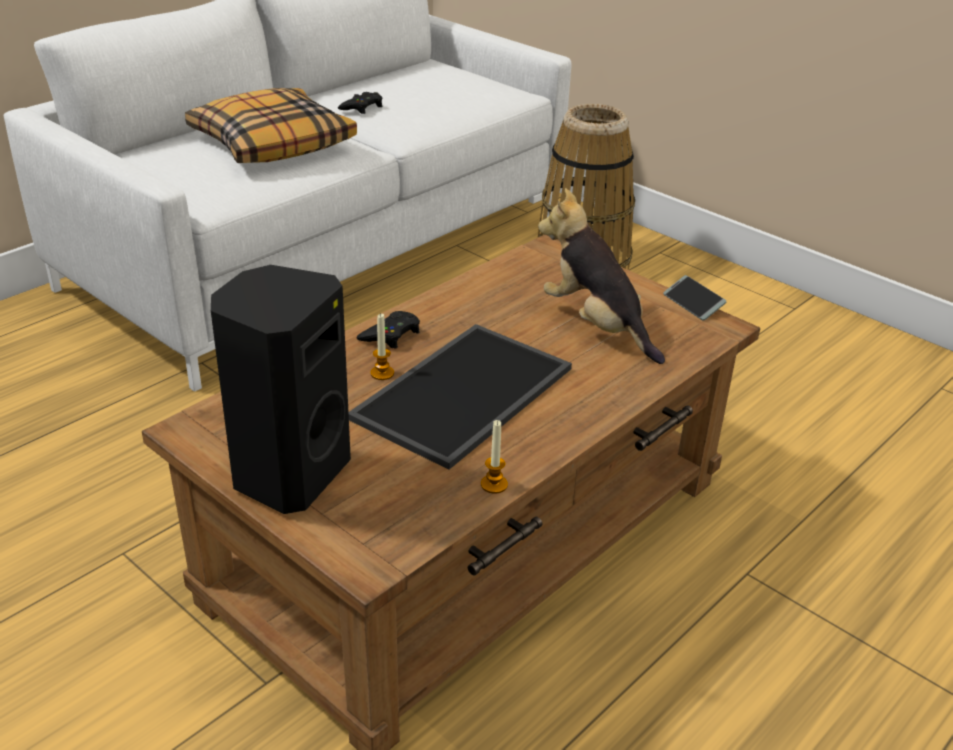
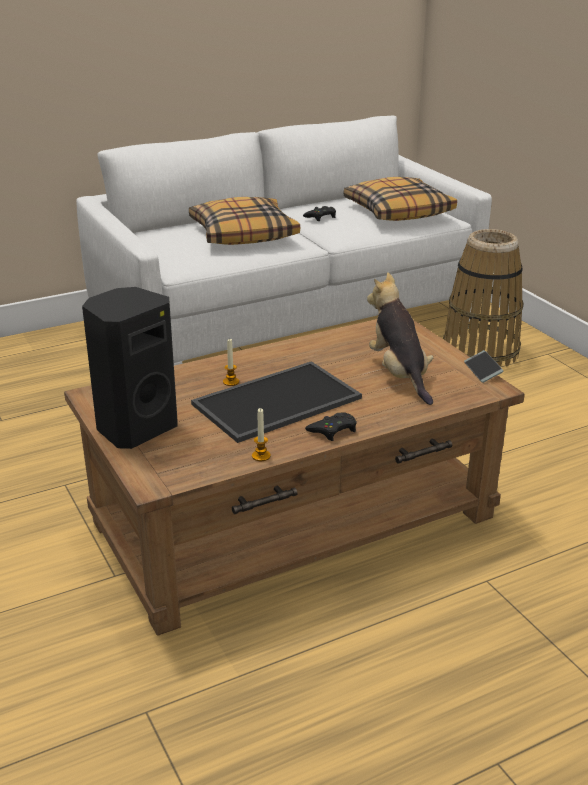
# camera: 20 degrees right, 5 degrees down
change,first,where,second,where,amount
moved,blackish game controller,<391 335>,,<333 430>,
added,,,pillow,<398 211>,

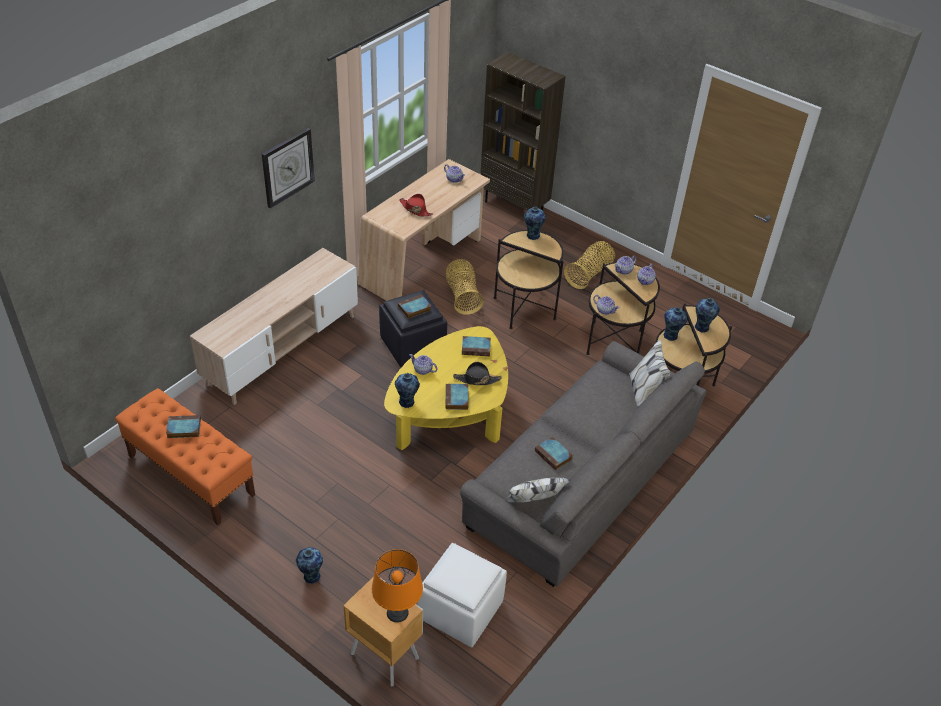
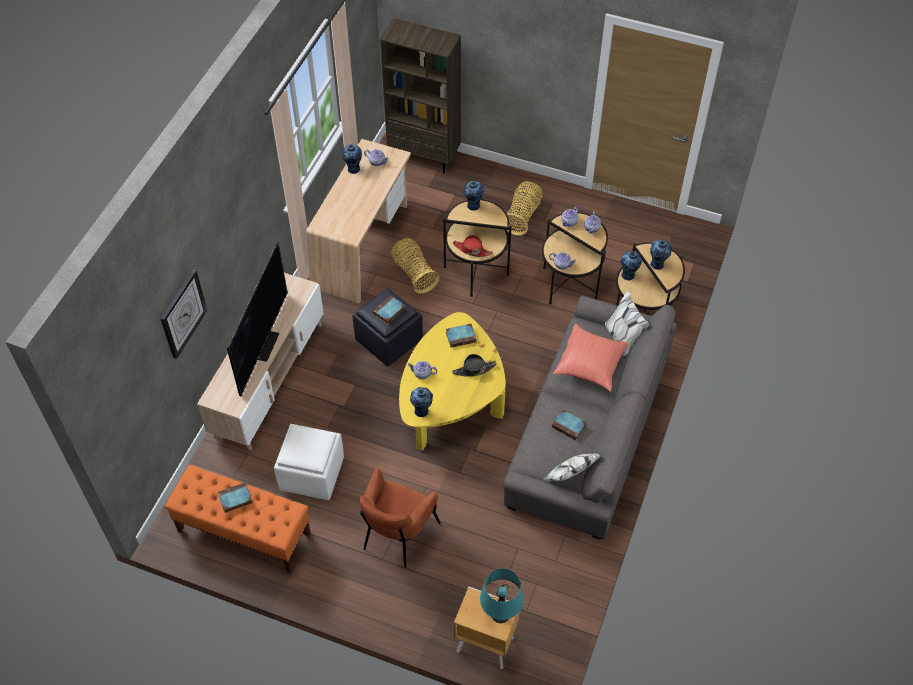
# camera: 15 degrees left, 10 degrees up
change,first,where,second,where,amount
moved,wall clock,<287 167>,,<182 313>,
added,,,TV set,<263 344>,
moved,white footrest,<459 610>,,<311 474>,
moved,decorative vase,<311 577>,,<353 169>,
added,,,brown-coloured armchair,<398 534>,
moved,reddish wearable hat,<415 209>,,<472 250>,
recoloured,orange lamp for a table,<397 612>,turquoise-coloured lamp for a table,<500 614>,
added,,,reddish pillow,<590 365>,
removed,volume,<457 399>,,,

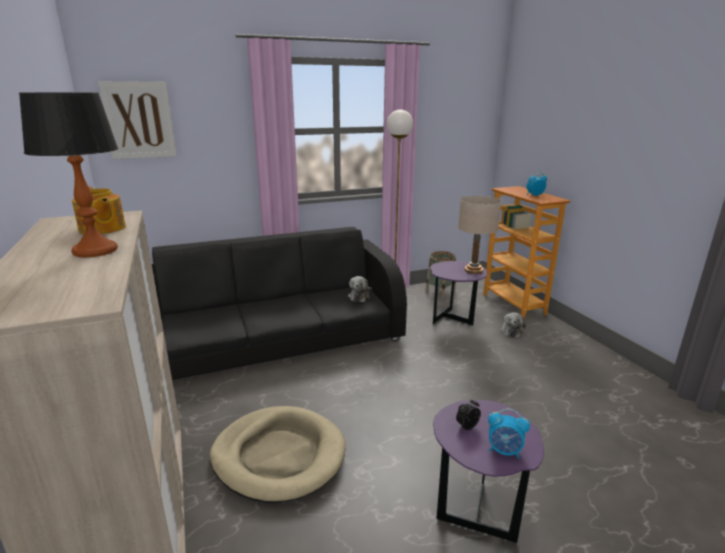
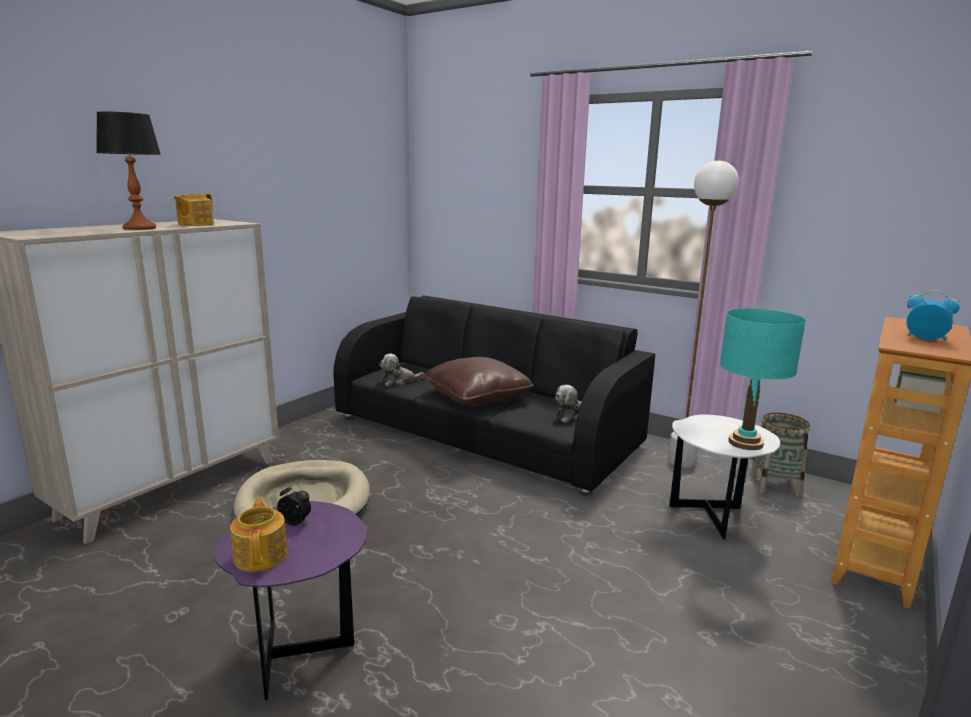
# camera: 55 degrees right, 5 degrees down
change,first,where,second,where,amount
replaced,bedside clock,<504 451>,pot for tea,<261 555>,
moved,cuddly toy,<510 331>,,<399 381>,
added,,,brown-coloured pillow,<477 397>,
recoloured,purple-coloured side table,<454 319>,white side table,<712 519>,
recoloured,sand-coloured lamp for a table,<473 270>,turquoise-coloured lamp for a table,<745 443>,
removed,wall picture,<139 120>,,,

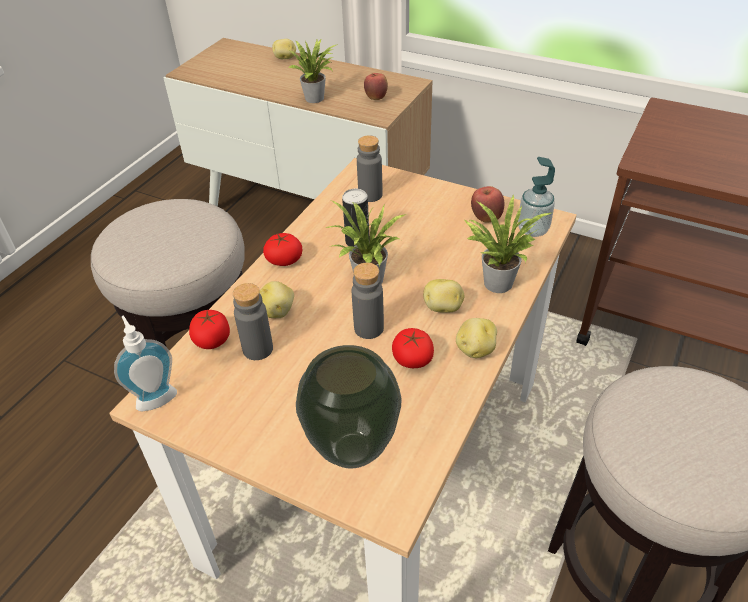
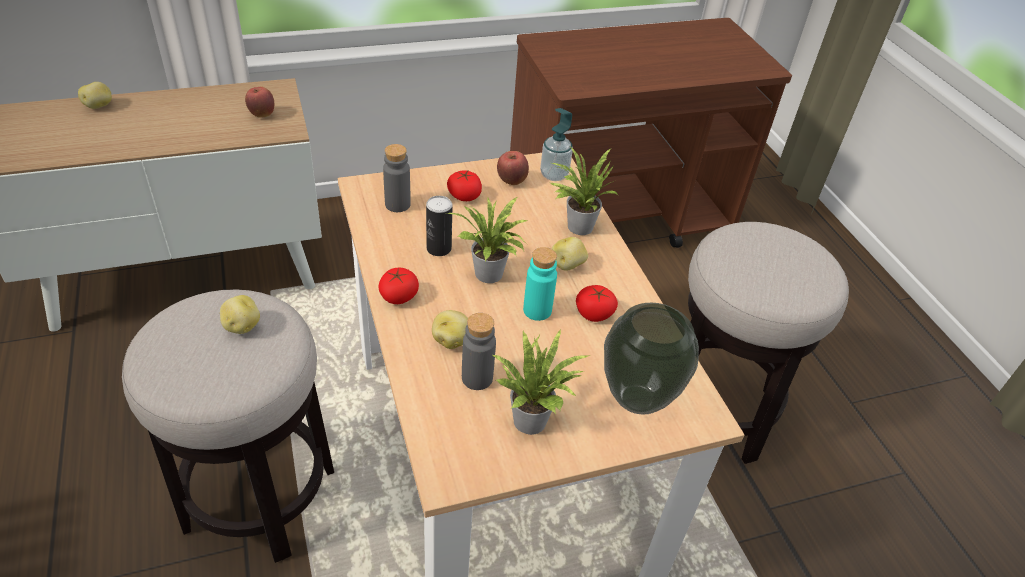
# camera: 50 degrees left, 0 degrees up
change,first,where,second,where,amount
moved,whole potato,<475 349>,,<241 326>,
moved,fresh tomato,<212 339>,,<464 196>,
moved,houseplant,<317 98>,,<533 418>,
recoloured,gray beverage bottle,<368 328>,turquoise-coloured beverage bottle,<537 310>,
removed,soap bottle,<155 396>,,,

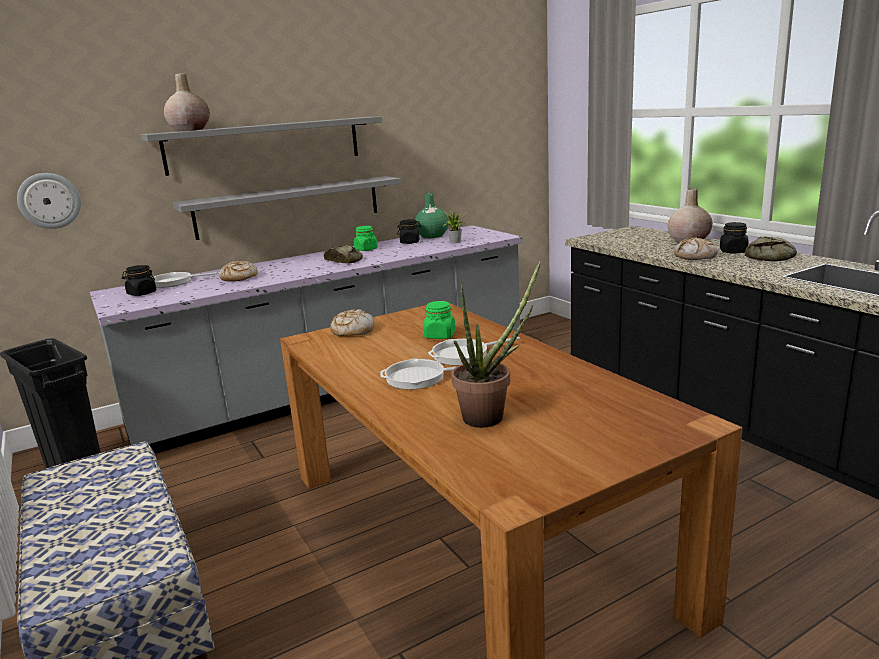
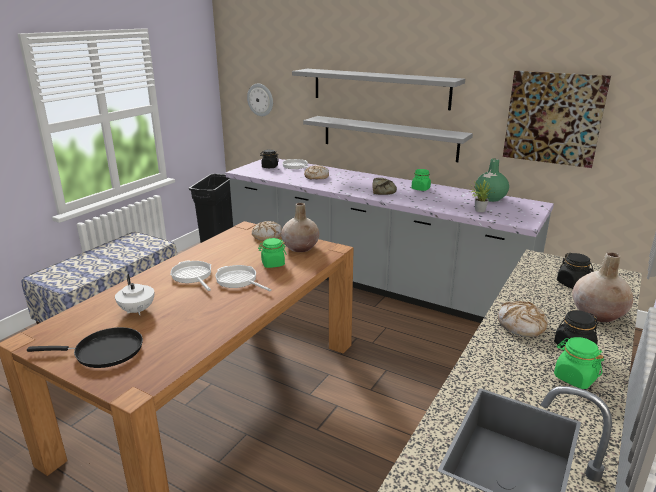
# camera: 60 degrees right, 5 degrees up
change,first,where,second,where,amount
added,,,blackish frying pan,<104 351>,
replaced,houseplant,<491 416>,white pot for tea,<137 311>,
moved,sand-coloured decorative vase,<190 130>,,<300 247>,
added,,,wall picture,<553 118>,
replaced,bread,<772 257>,greenish storage jar,<574 377>,
moved,blackish storage jar,<410 242>,,<573 284>,

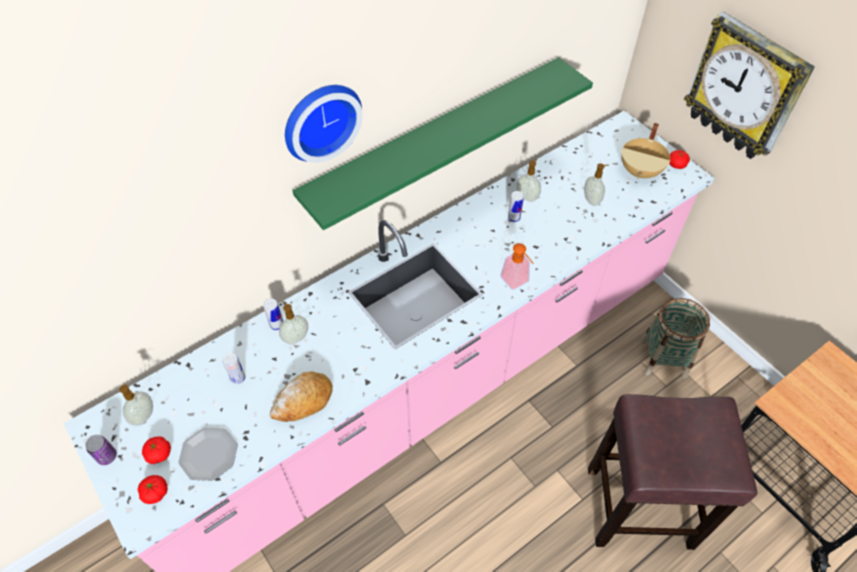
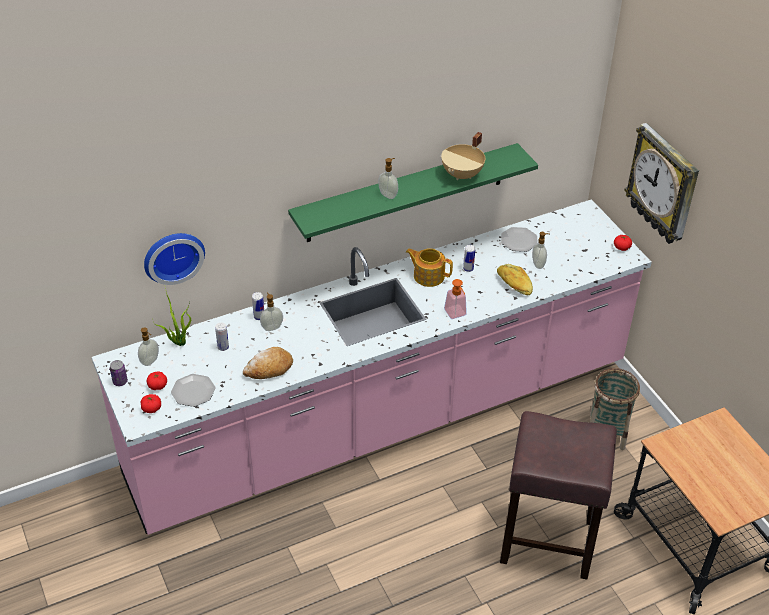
# camera: 10 degrees right, 10 degrees down
change,first,where,second,where,amount
moved,wall clock,<319 119>,,<172 255>,
added,,,houseplant,<178 342>,
moved,soap bottle,<527 197>,,<388 195>,
added,,,pot for tea,<428 275>,
moved,sand-coloured cooking pot,<641 171>,,<463 175>,
added,,,bread,<514 284>,
added,,,plate,<519 240>,

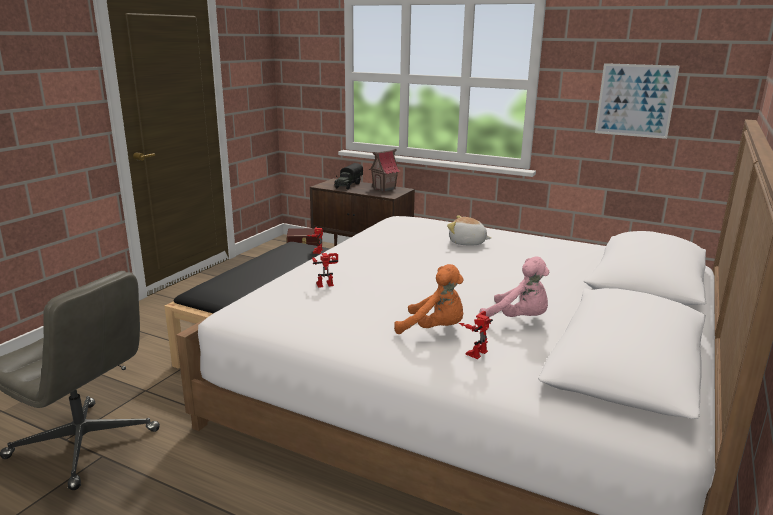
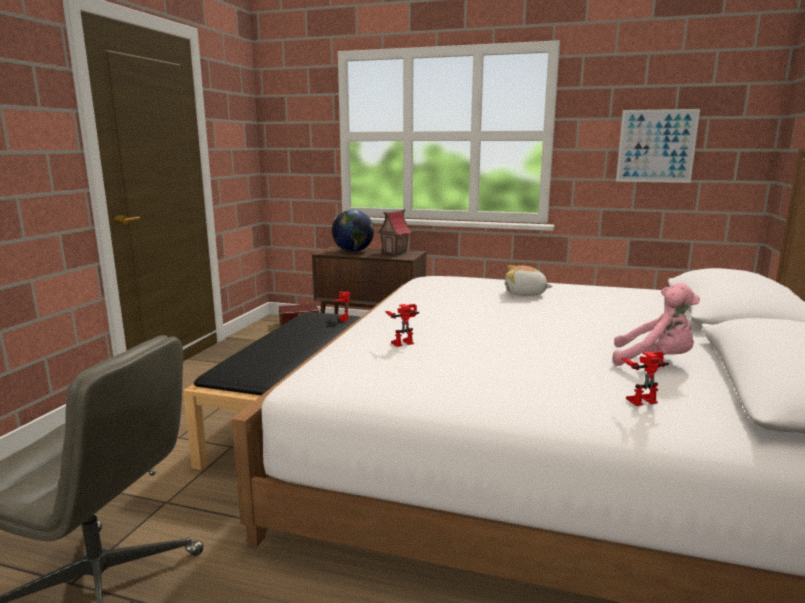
# camera: 10 degrees left, 5 degrees down
change,first,where,second,where,amount
replaced,model truck,<348 185>,globe,<353 251>,
turned,robot figure,<475 351>,,<640 399>,45 degrees clockwise
removed,orange cuddly toy,<434 329>,,,

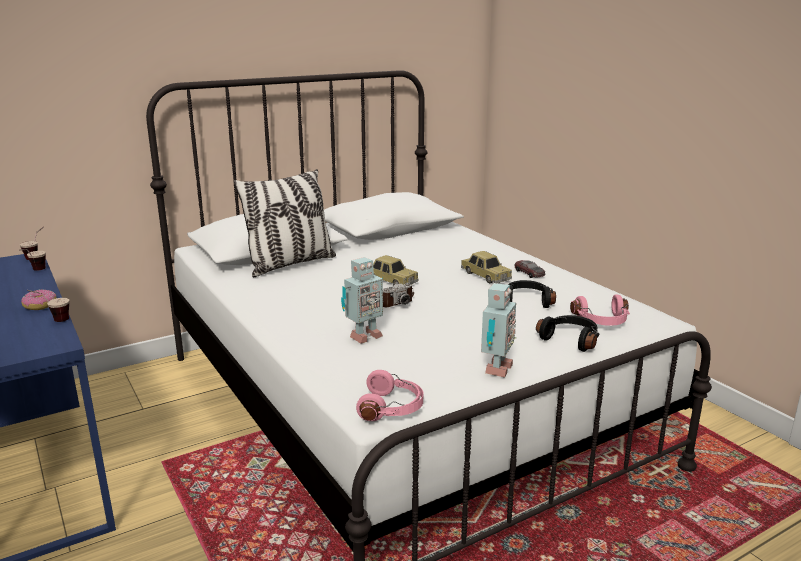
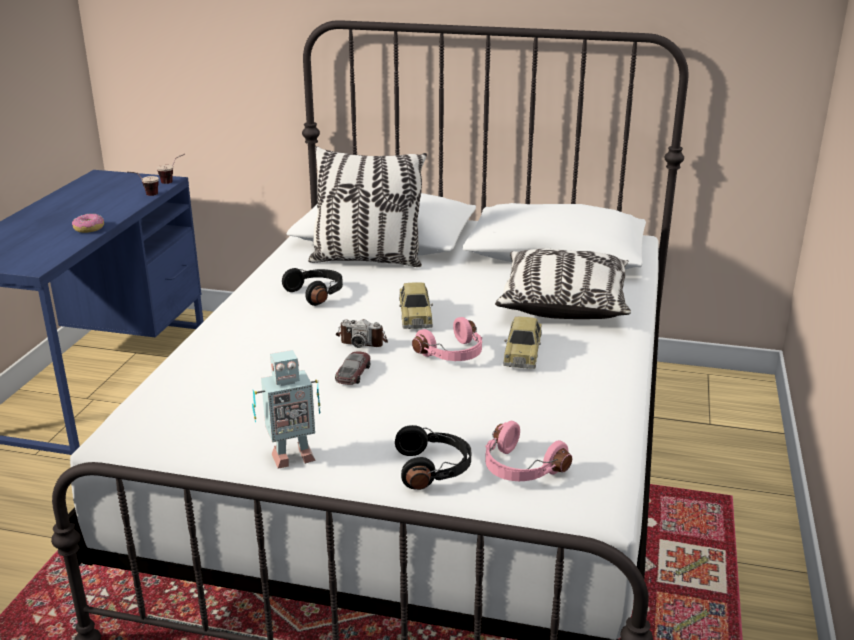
# camera: 45 degrees right, 5 degrees up
change,first,where,second,where,amount
moved,blackish headphones,<526 301>,,<317 293>,
moved,miniature car,<529 273>,,<353 373>,
moved,pink headphones,<392 408>,,<453 354>,
added,,,pillow,<563 303>,
removed,cup,<53 320>,,,
removed,robot figure,<363 336>,,,

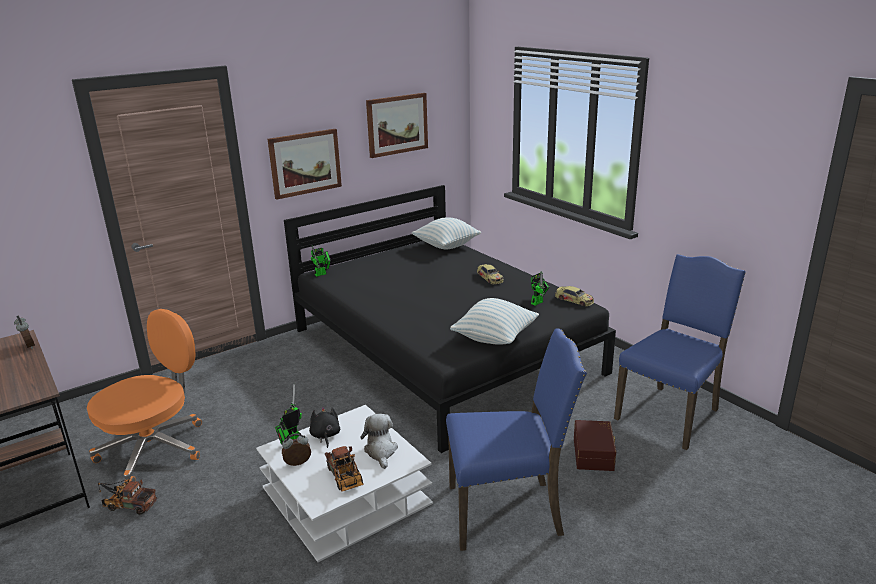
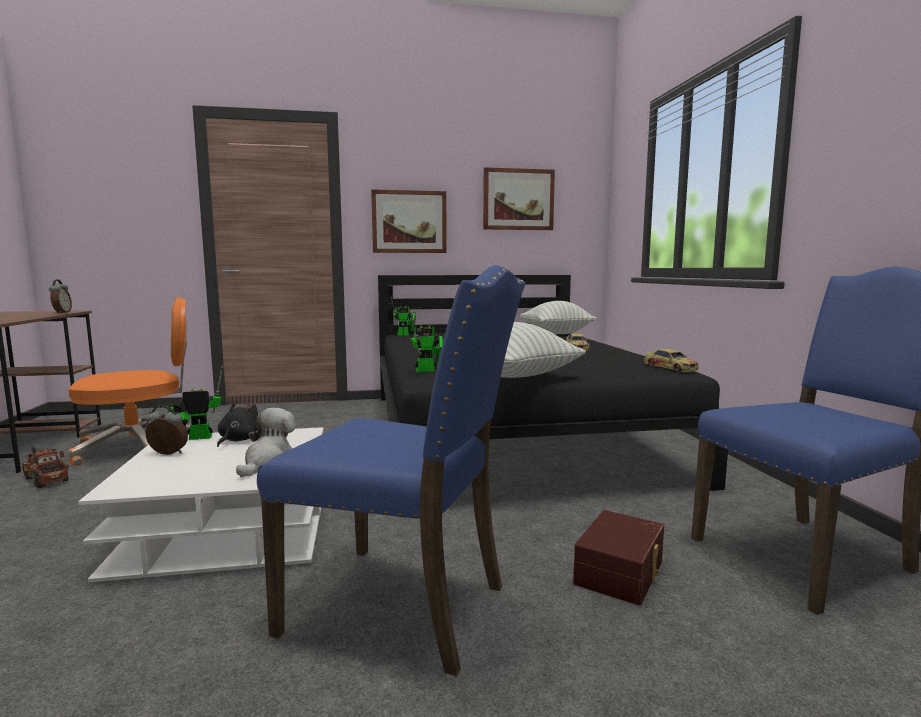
# camera: 25 degrees right, 15 degrees down
change,first,where,second,where,amount
moved,robot figure,<538 302>,,<428 370>,
removed,model truck,<345 479>,,,

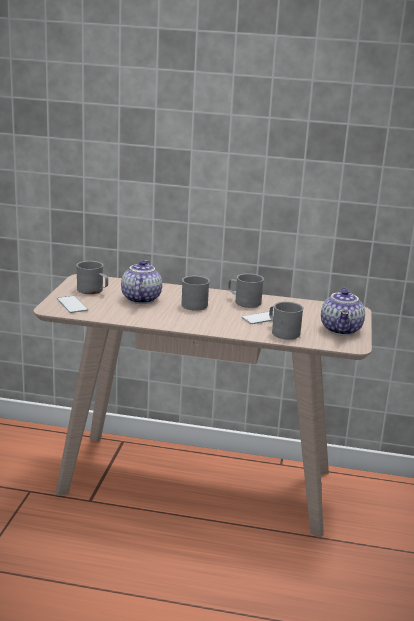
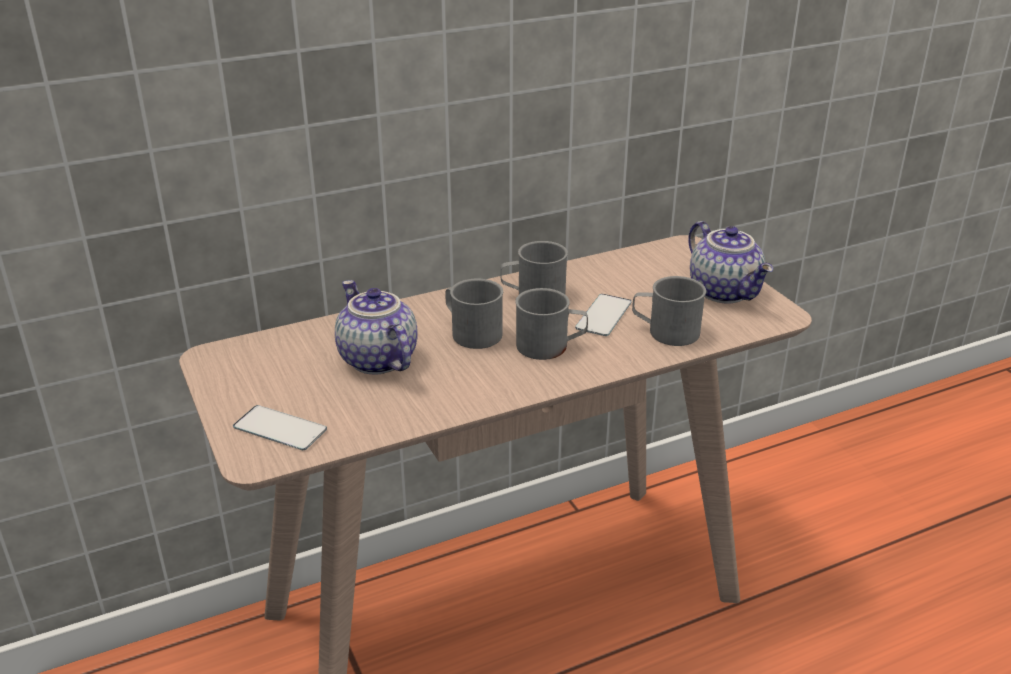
# camera: 35 degrees left, 10 degrees up
change,first,where,second,where,amount
moved,gray mug,<93 291>,,<550 346>,

